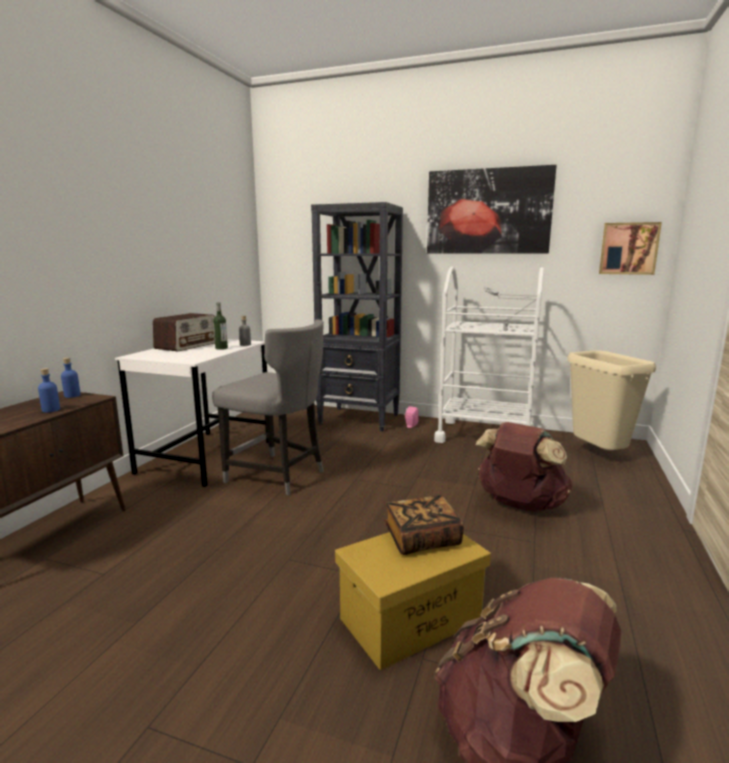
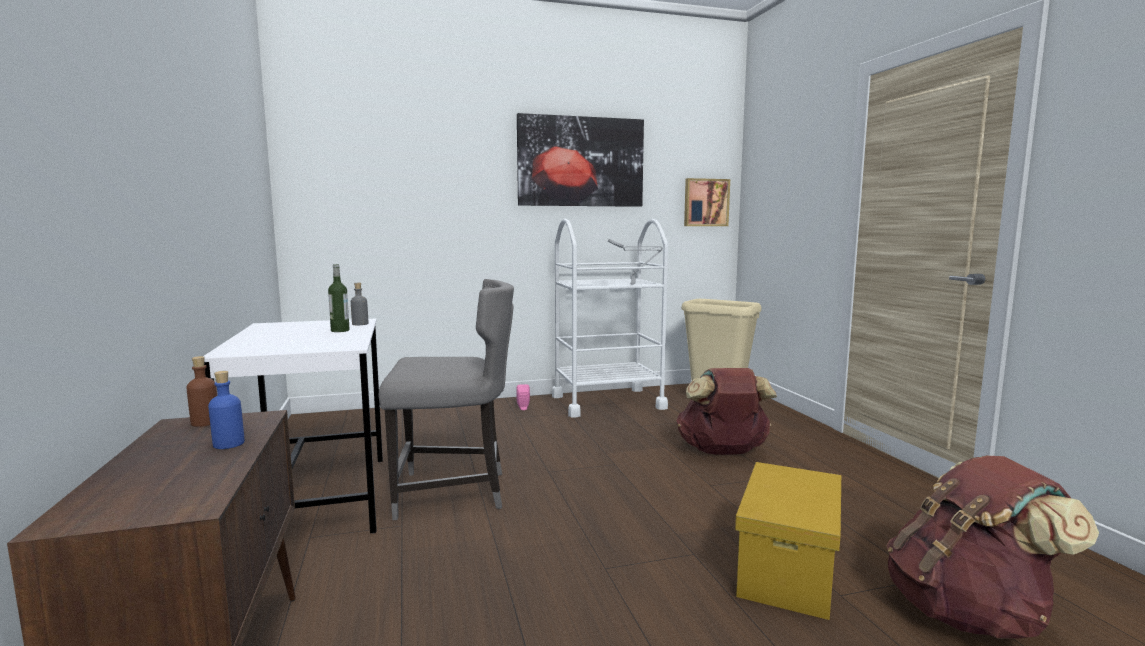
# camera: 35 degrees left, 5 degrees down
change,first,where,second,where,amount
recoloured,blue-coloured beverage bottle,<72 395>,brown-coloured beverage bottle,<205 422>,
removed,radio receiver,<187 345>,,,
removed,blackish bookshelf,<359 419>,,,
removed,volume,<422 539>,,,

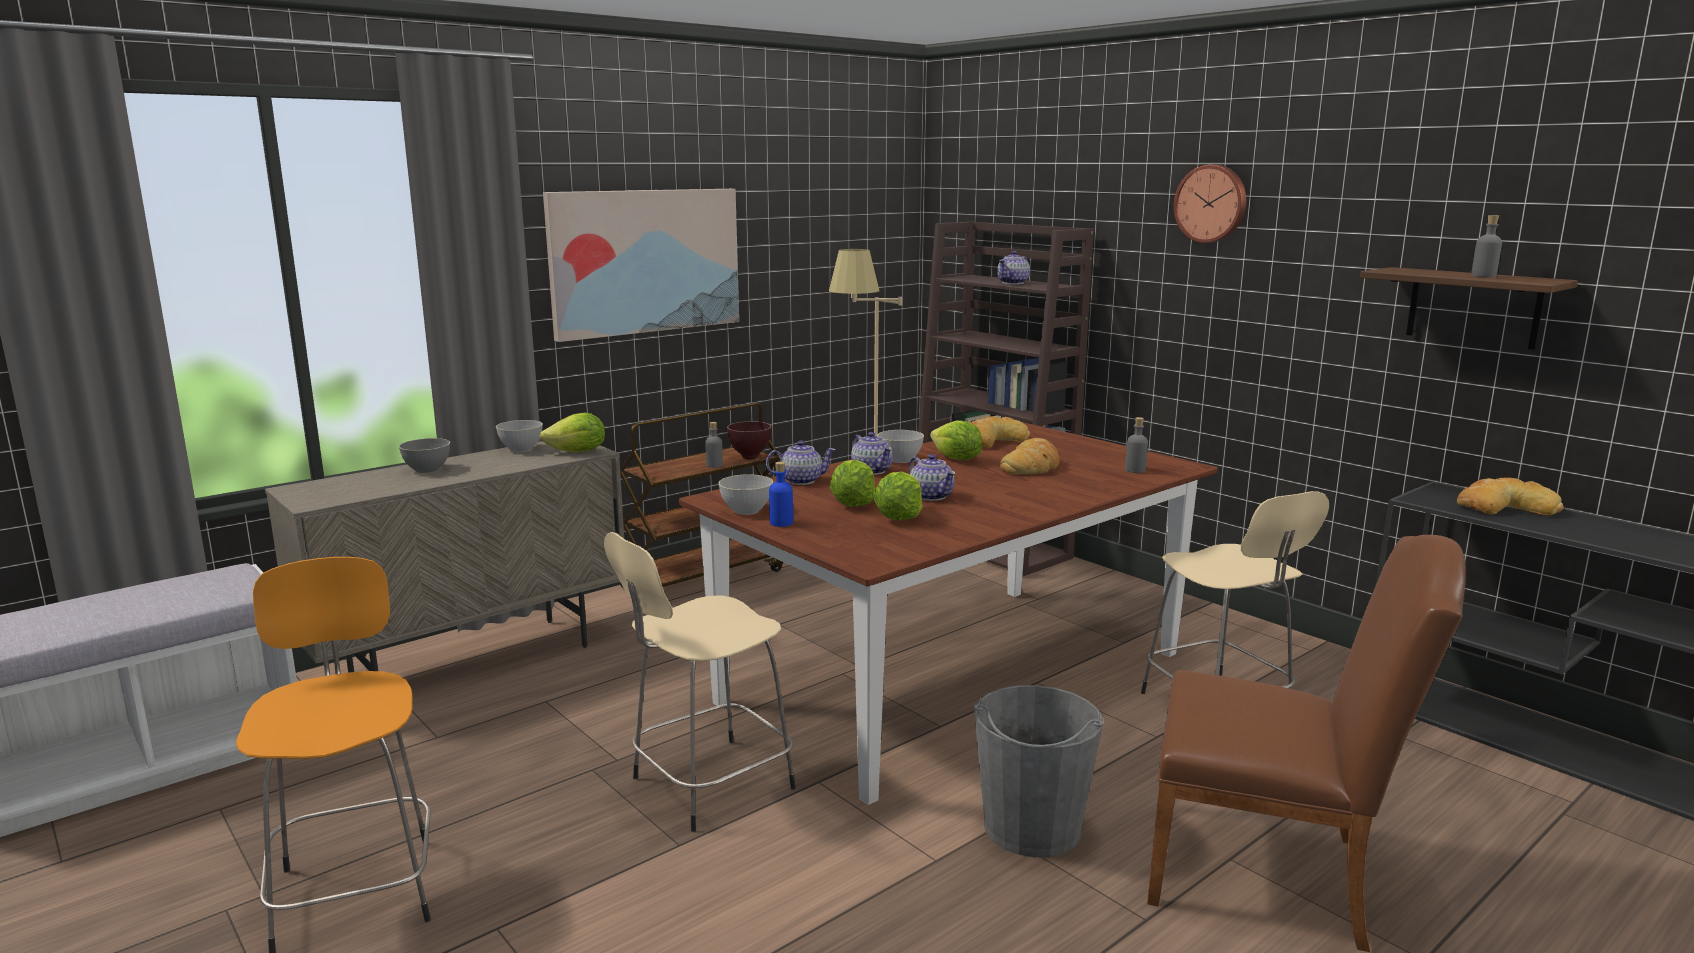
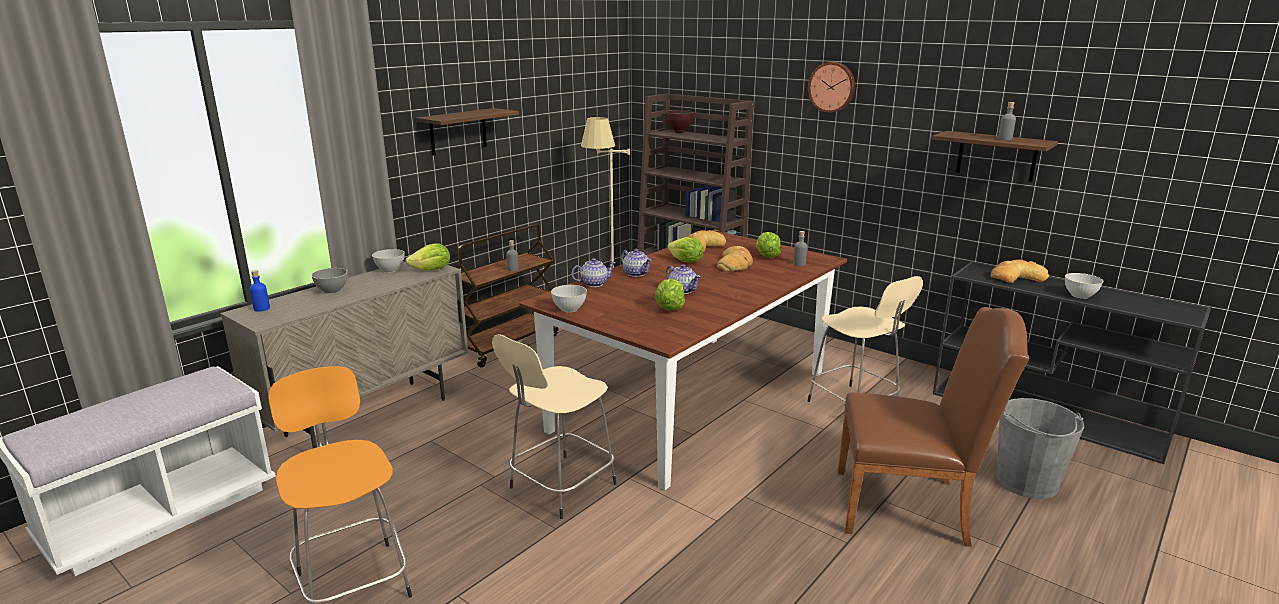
# camera: 10 degrees left, 5 degrees up
change,first,where,second,where,amount
moved,blue-coloured beverage bottle,<781 523>,,<261 308>,
replaced,wall picture,<645 261>,shelf,<458 131>,
moved,brown-coloured bowl,<749 457>,,<679 132>,
moved,lettuce head,<853 504>,,<767 256>,
moved,gray pail,<1031 828>,,<1027 482>,
moved,gray bowl,<900 460>,,<1080 295>,
removed,pot for tea,<1013 283>,,,

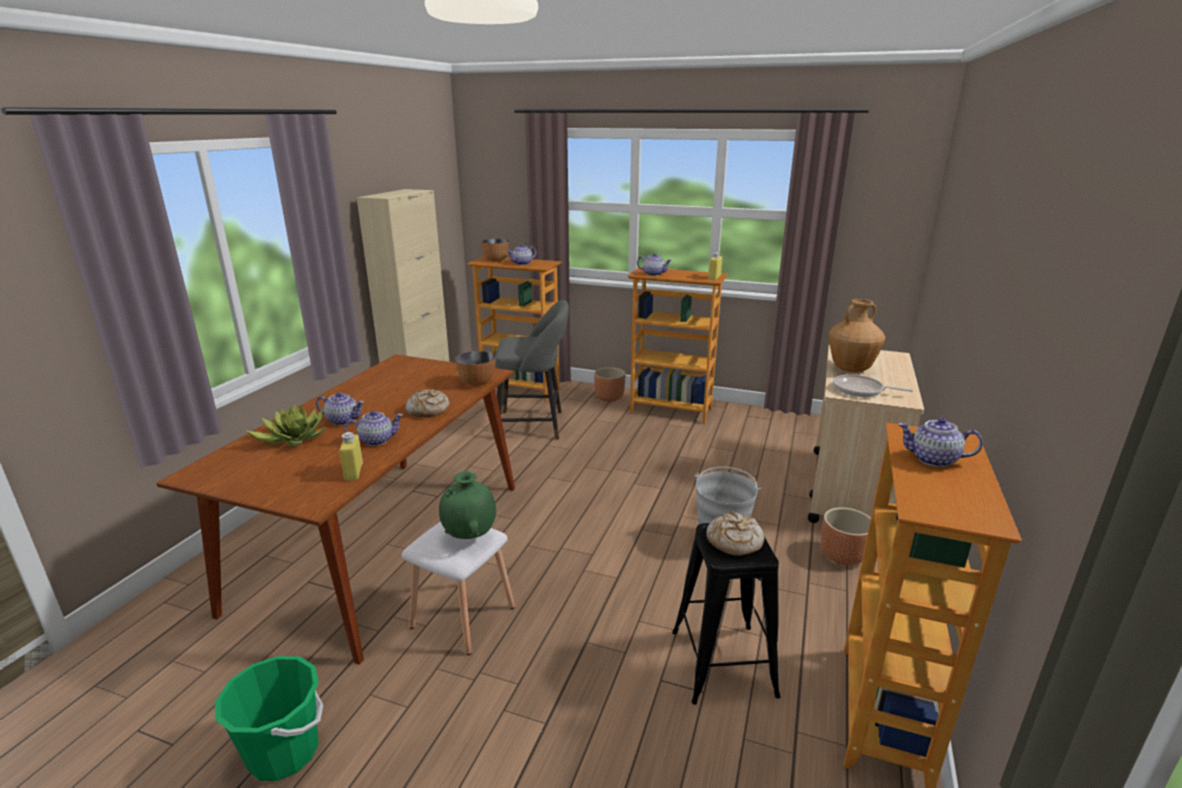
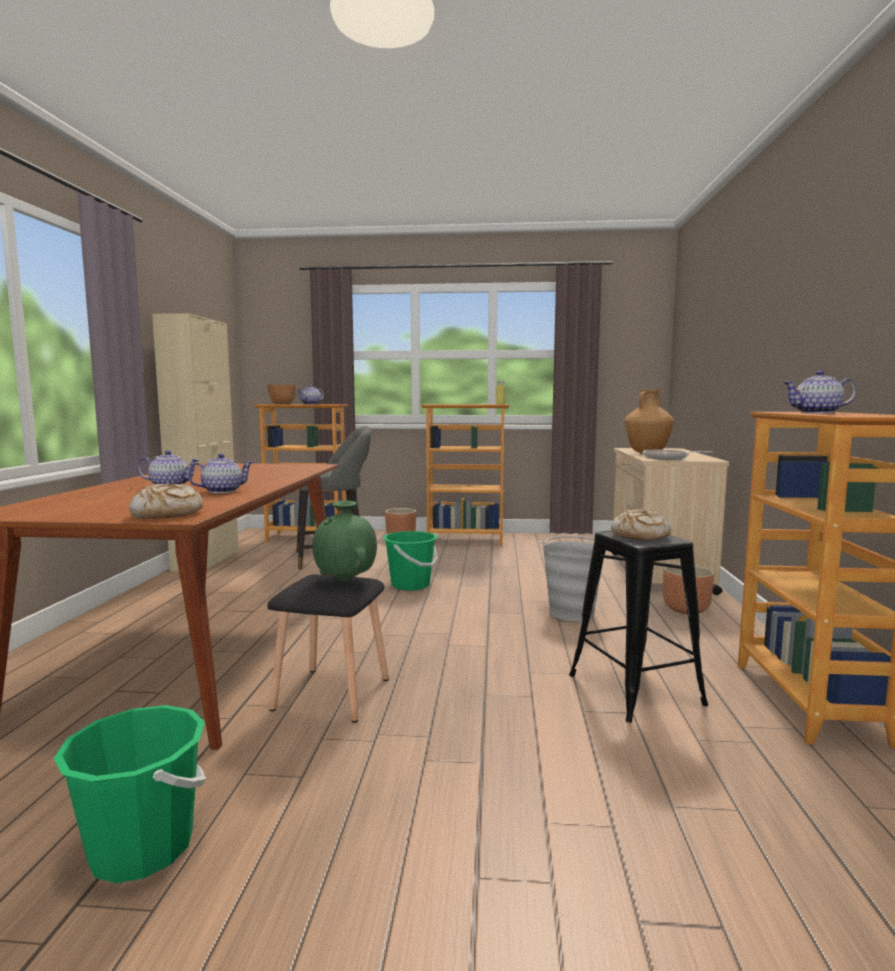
# camera: 15 degrees left, 15 degrees down
change,first,where,second,where,amount
moved,bread,<428 410>,,<167 514>,
recoloured,white stool,<462 618>,blackish stool,<332 695>,
added,,,greenish pail,<411 585>,
removed,houseplant,<293 438>,,,
removed,yellow-coloured beverage bottle,<354 472>,,,
removed,bowl,<477 383>,,,
removed,pot for tea,<654 274>,,,

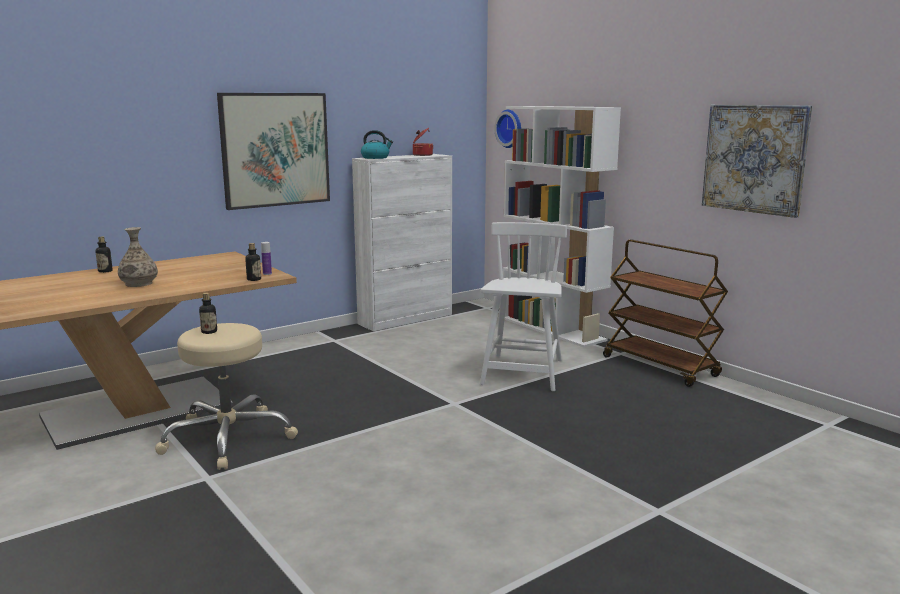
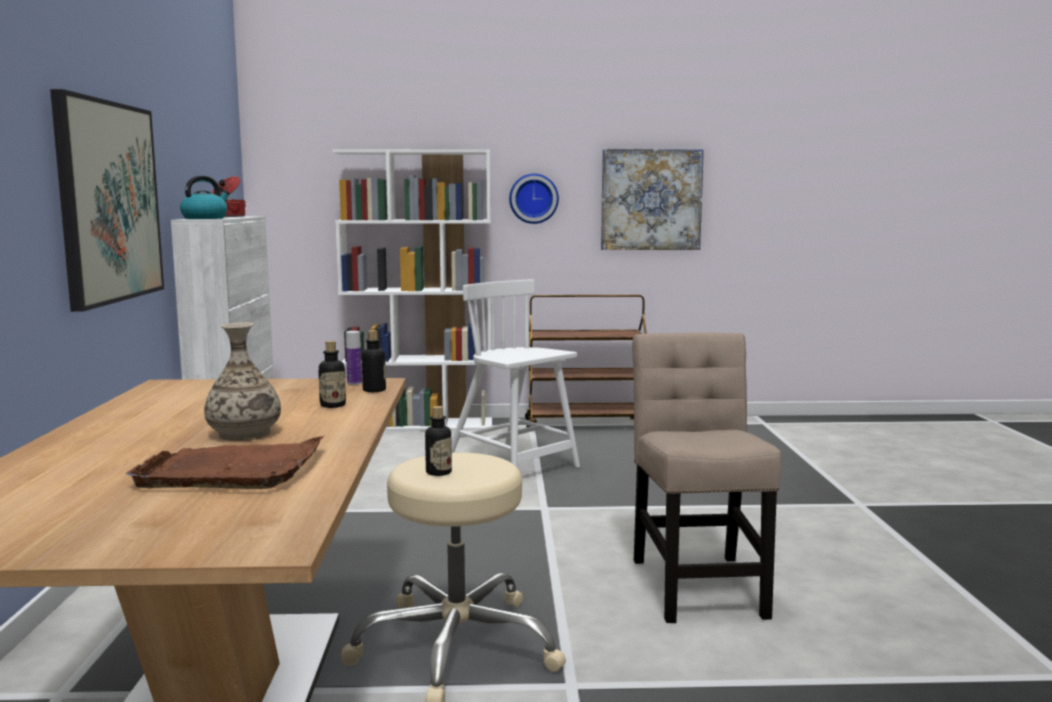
# camera: 55 degrees left, 5 degrees down
change,first,where,second,where,amount
added,,,brown-coloured serving tray,<233 470>,
moved,beverage bottle,<105 271>,,<333 405>,
moved,wall clock,<510 128>,,<533 198>,
added,,,sand-coloured upright chair,<697 583>,

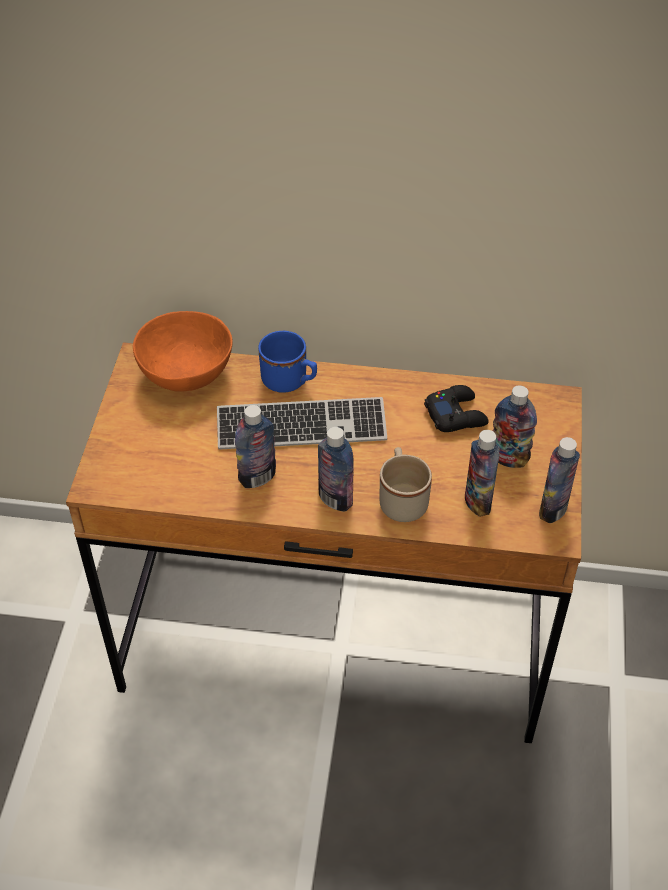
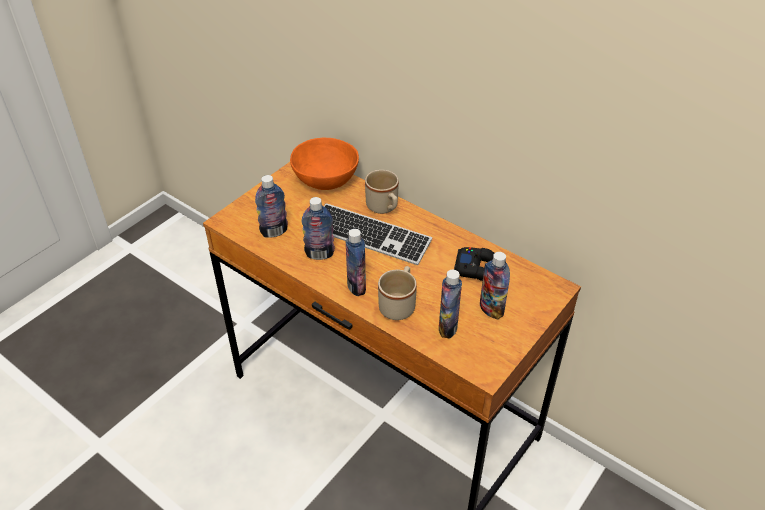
# camera: 30 degrees right, 5 degrees down
change,first,where,second,where,amount
moved,beverage bottle,<553 509>,,<274 231>,
recoloured,blue-coloured mug,<290 382>,sand-coloured mug,<384 208>,

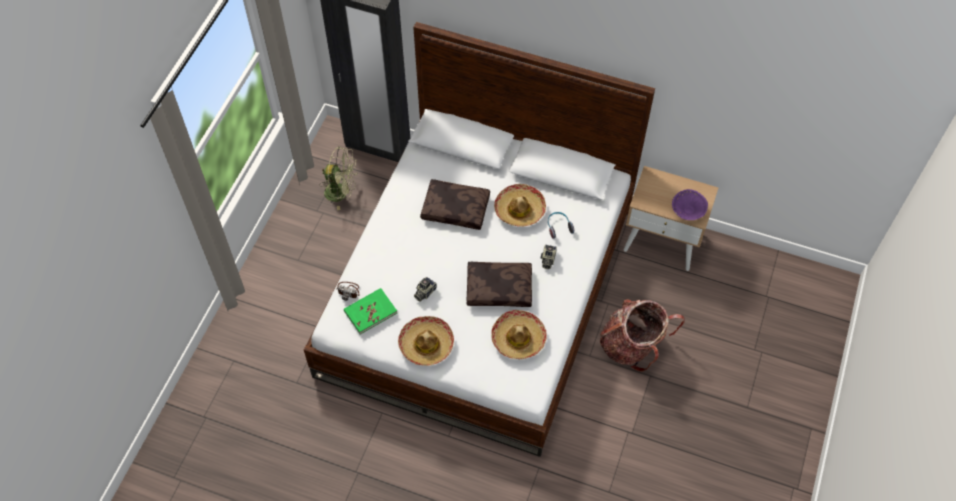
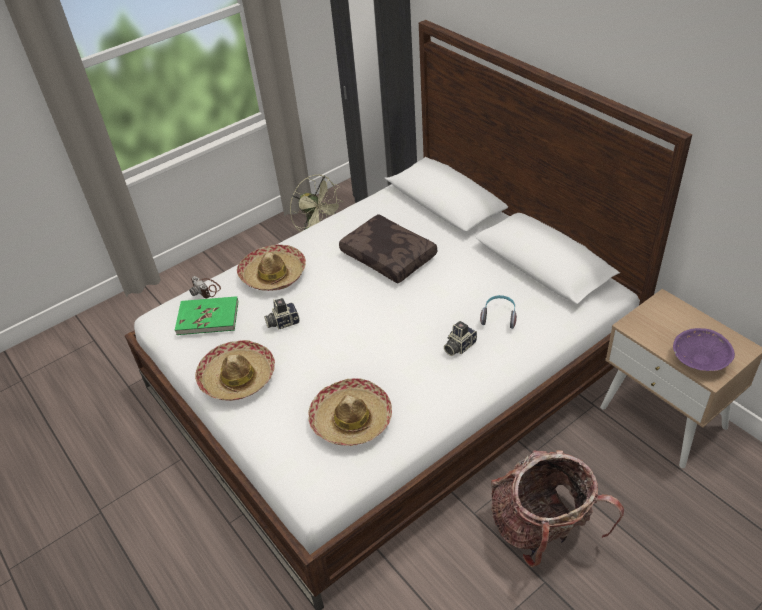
# camera: 35 degrees right, 15 degrees down
change,first,where,second,where,amount
moved,wearable hat,<519 209>,,<273 274>,
removed,brown-coloured pillow,<499 287>,,,

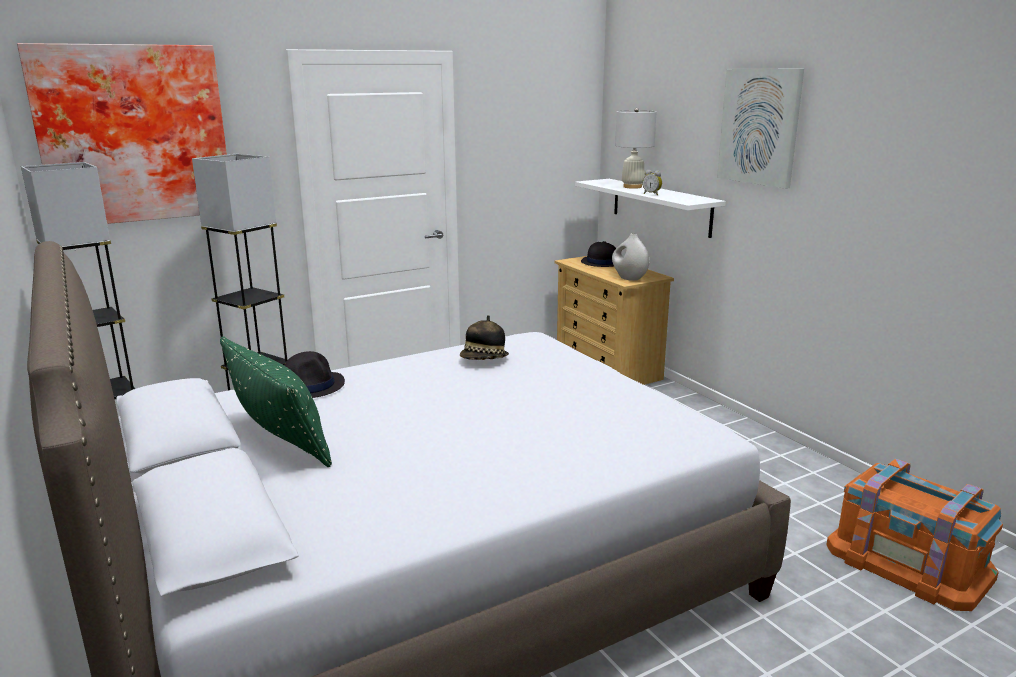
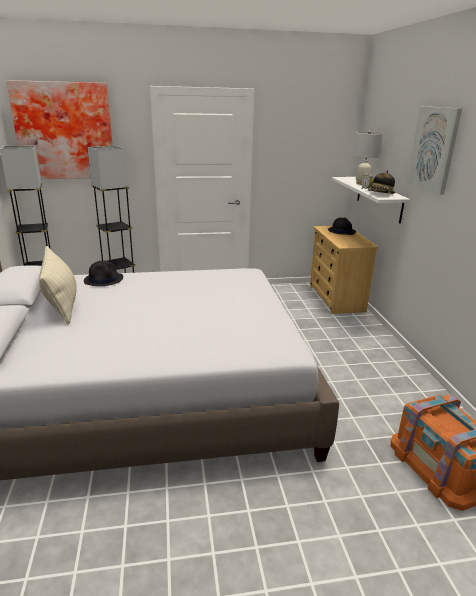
# camera: 20 degrees right, 5 degrees up
change,first,where,second,where,amount
recoloured,greenish pillow,<279 438>,sand-coloured pillow,<61 305>,
moved,wearable hat,<484 360>,,<381 194>,
removed,white decorative vase,<629 278>,,,

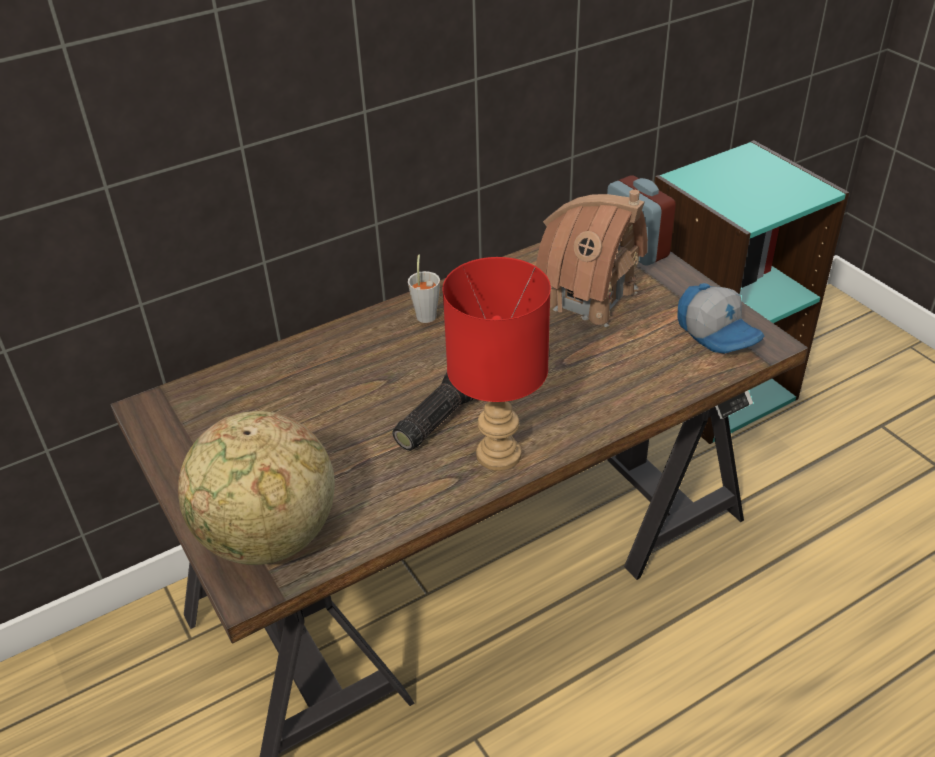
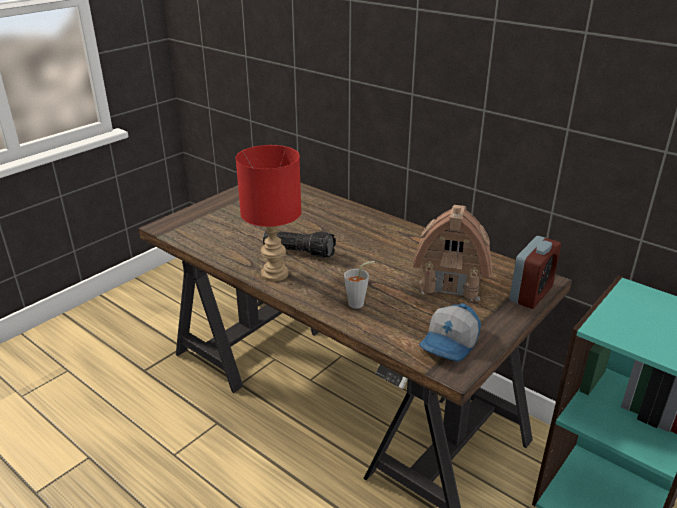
# camera: 70 degrees right, 10 degrees down
change,first,where,second,where,amount
moved,gray cup,<426 314>,,<359 303>,
removed,globe,<269 538>,,,

